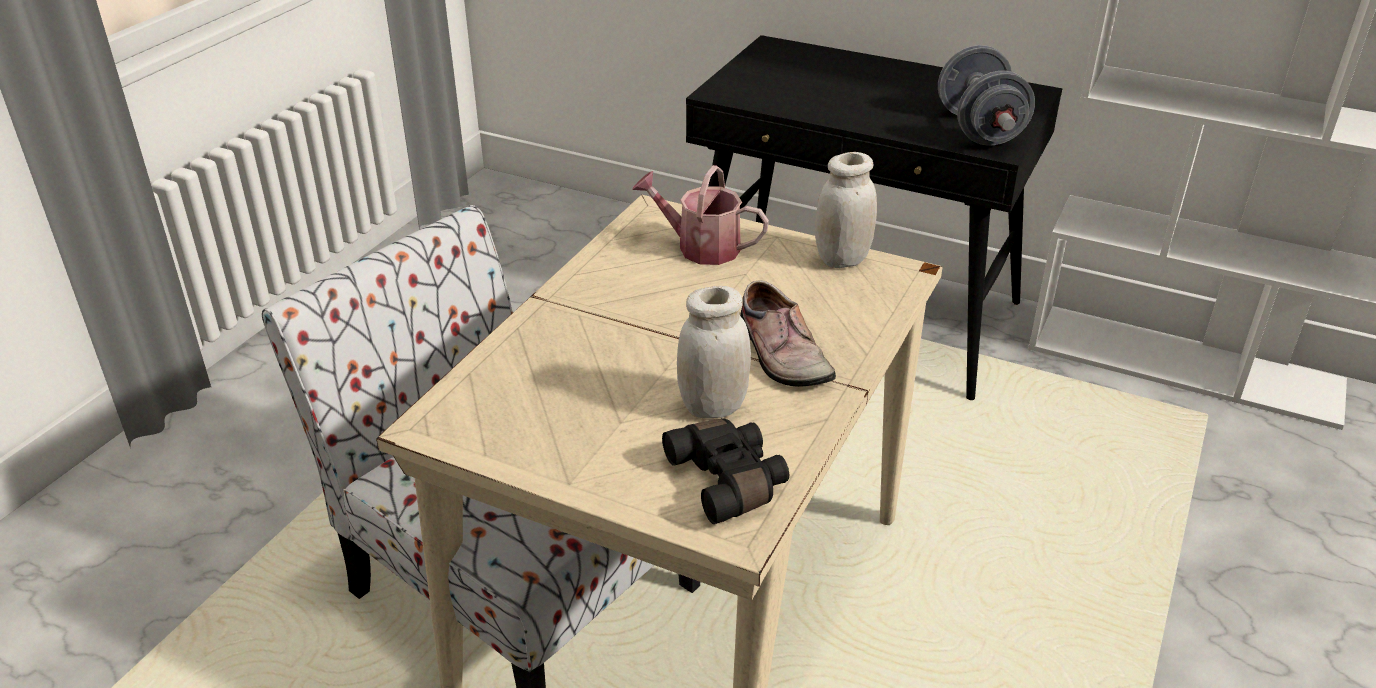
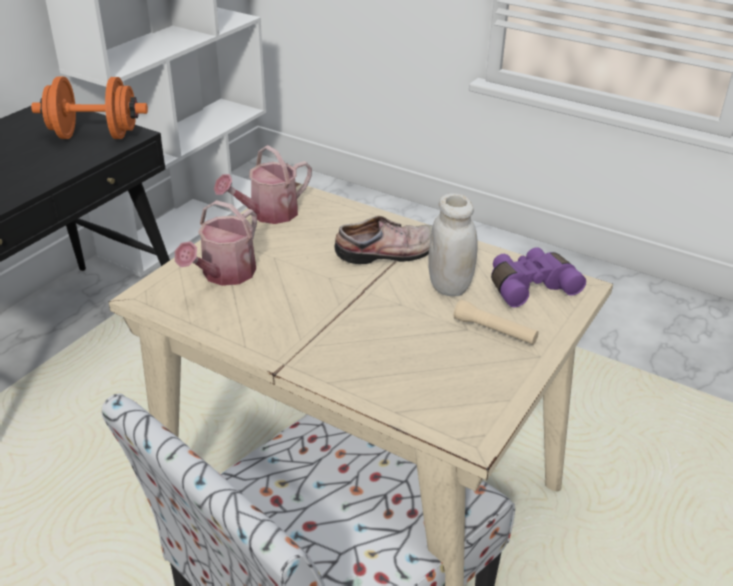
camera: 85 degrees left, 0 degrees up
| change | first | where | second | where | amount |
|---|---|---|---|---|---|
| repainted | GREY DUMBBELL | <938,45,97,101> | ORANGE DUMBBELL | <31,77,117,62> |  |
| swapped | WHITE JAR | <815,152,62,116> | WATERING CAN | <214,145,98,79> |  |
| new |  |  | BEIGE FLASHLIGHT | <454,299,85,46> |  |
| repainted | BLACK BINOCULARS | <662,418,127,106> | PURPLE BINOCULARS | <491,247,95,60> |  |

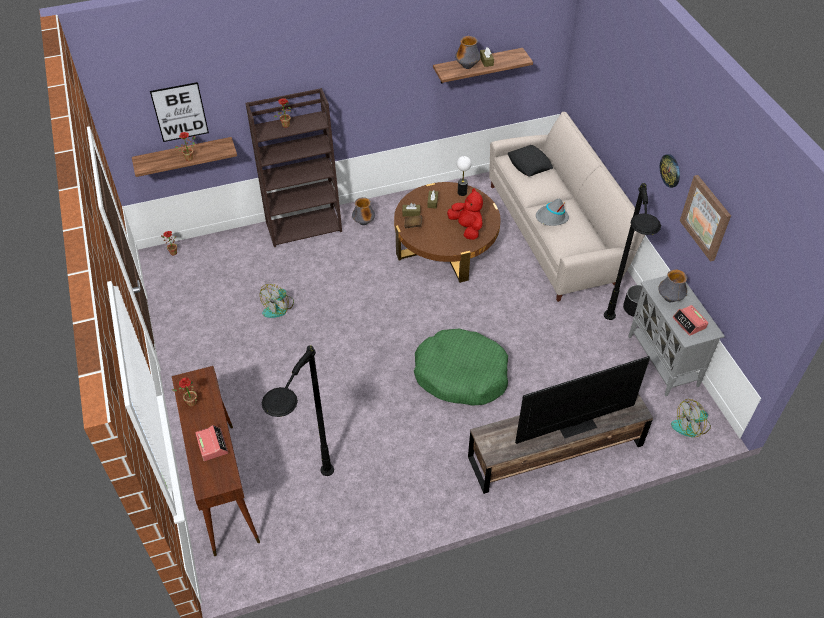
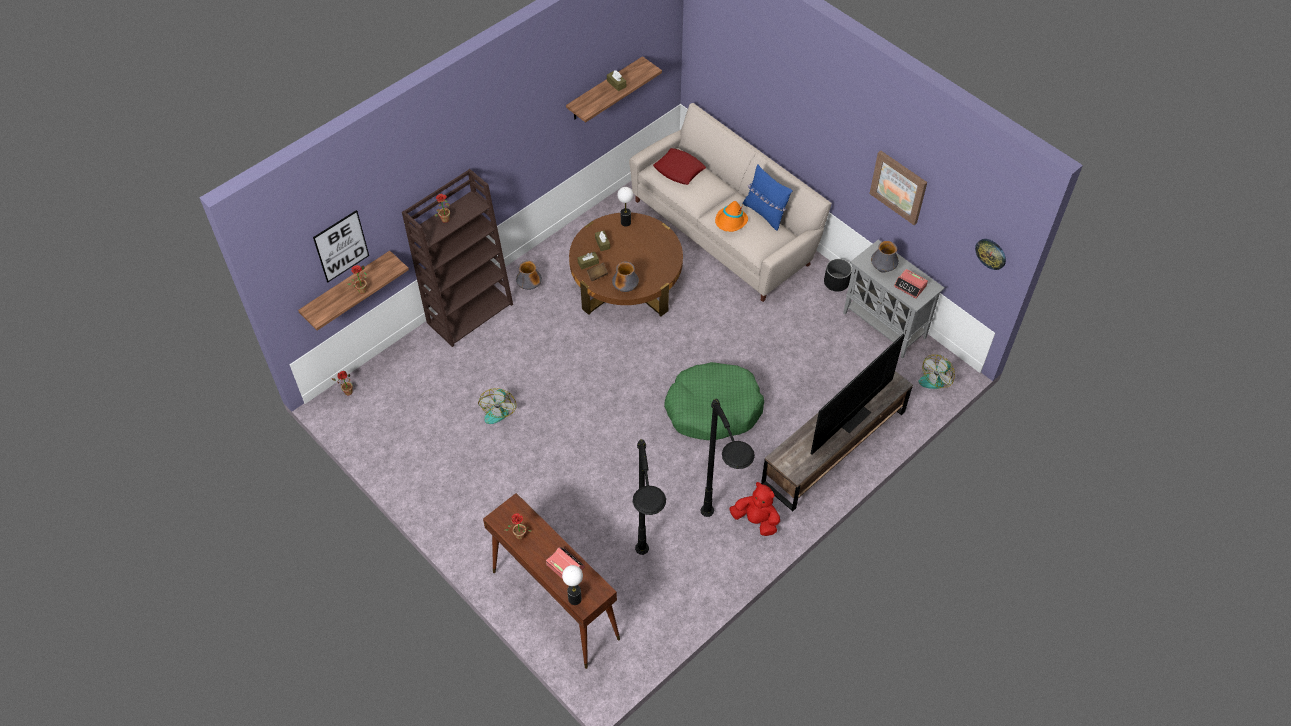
camera: 25 degrees left, 5 degrees up
| change | first | where | second | where | amount |
|---|---|---|---|---|---|
| new |  |  | TABLE LAMP | <562,565,21,40> |  |
| shifted | VASE | <455,36,26,33> |  | <612,262,27,30> |  |
| repainted | BLACK PILLOW | <508,145,45,31> | RED PILLOW | <653,148,53,37> |  |
| shifted | BLACK FLOOR LAMP | <604,183,57,137> |  | <701,399,54,118> |  |
| repainted | GREY HAT | <536,199,33,27> | ORANGE HAT | <715,201,33,31> |  |
| shifted | RED PLUSH TOY | <447,188,36,52> |  | <729,482,51,54> |  |
| new |  |  | BLUE PILLOW | <742,164,51,67> |  |
| shifted | WALL CLOCK | <660,154,20,34> |  | <975,239,31,31> |  |

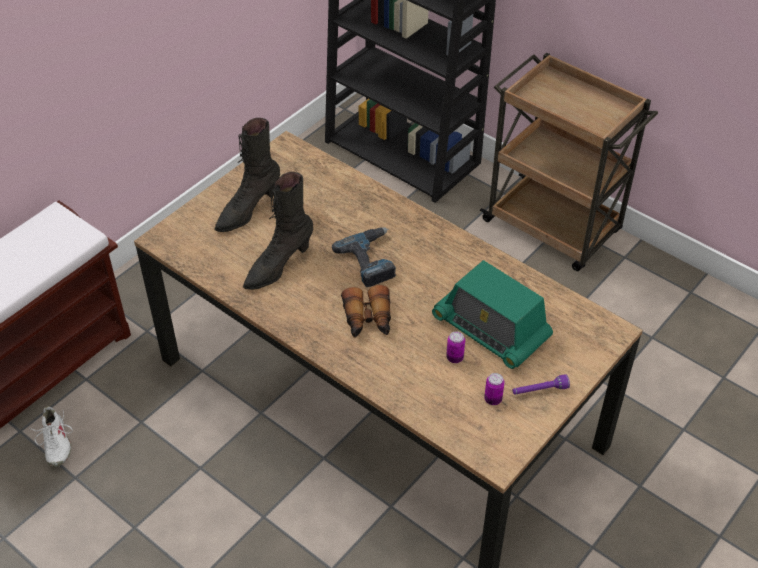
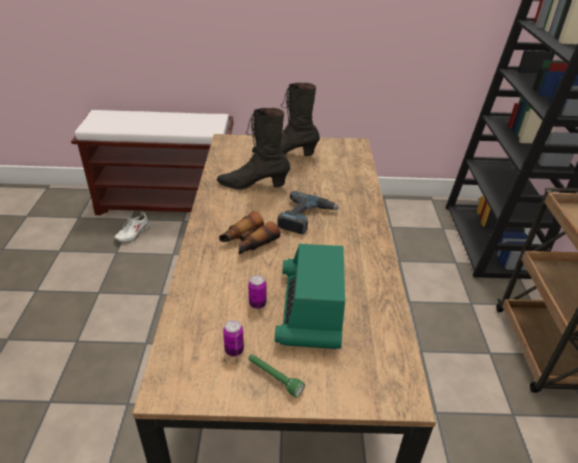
camera: 50 degrees right, 10 degrees down
| change | first | where | second | where | amount |
|---|---|---|---|---|---|
| repainted | PURPLE FLASHLIGHT | <513,374,57,20> | GREEN FLASHLIGHT | <248,354,57,44> |  |

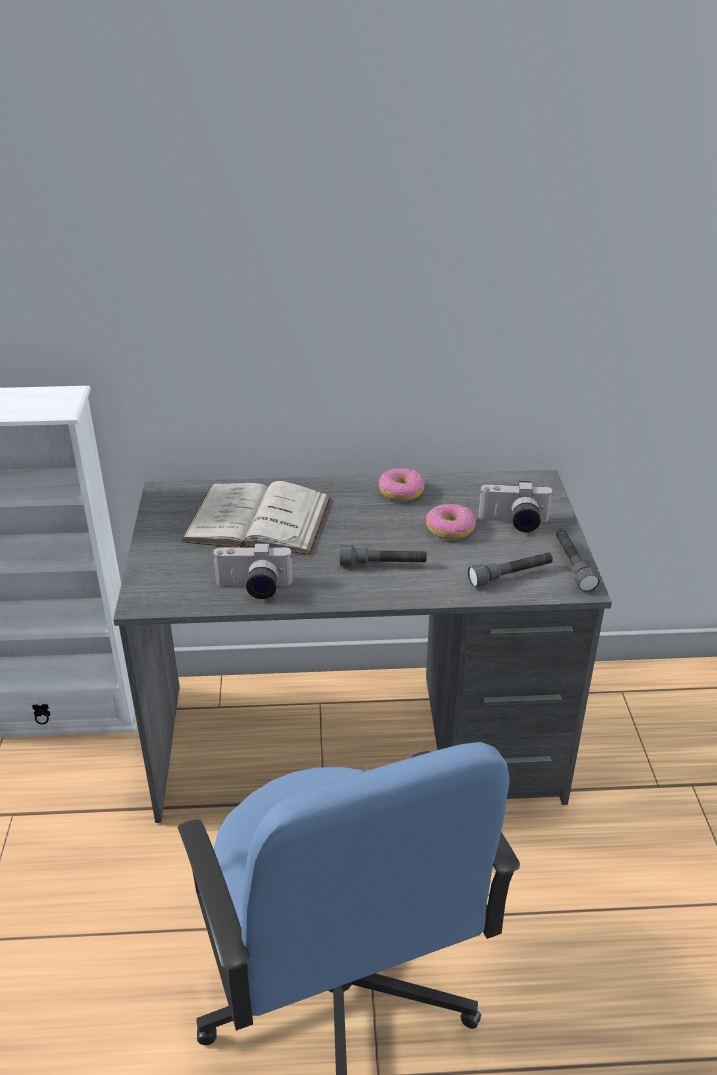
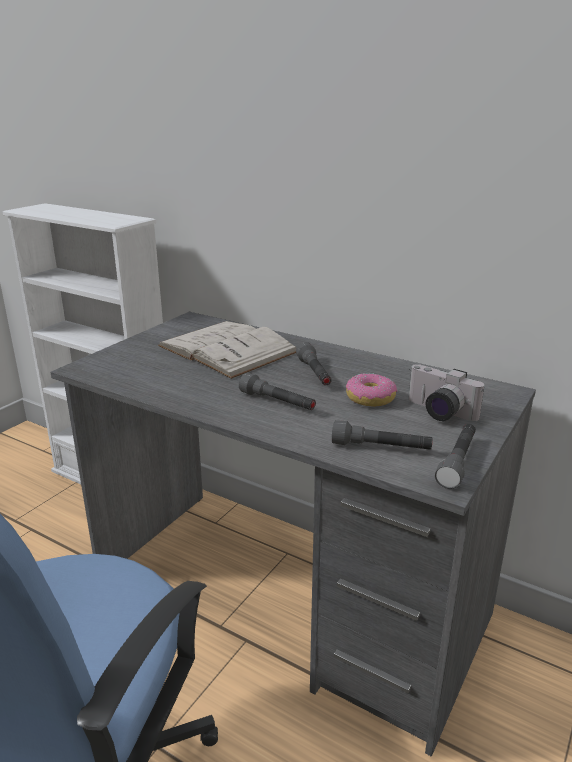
camera: 35 degrees right, 10 degrees down
| change | first | where | second | where | amount |
|---|---|---|---|---|---|
| new |  |  | GREY FLASHLIGHT | <296,342,36,43> |  |
| gone | PHOTO CAMERA | <212,542,81,57> |  |  |  |
| gone | DONUT | <379,468,46,33> |  |  |  |

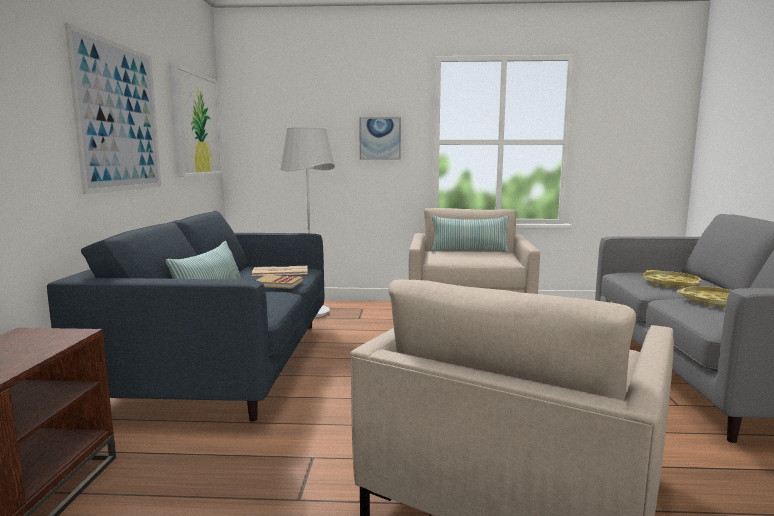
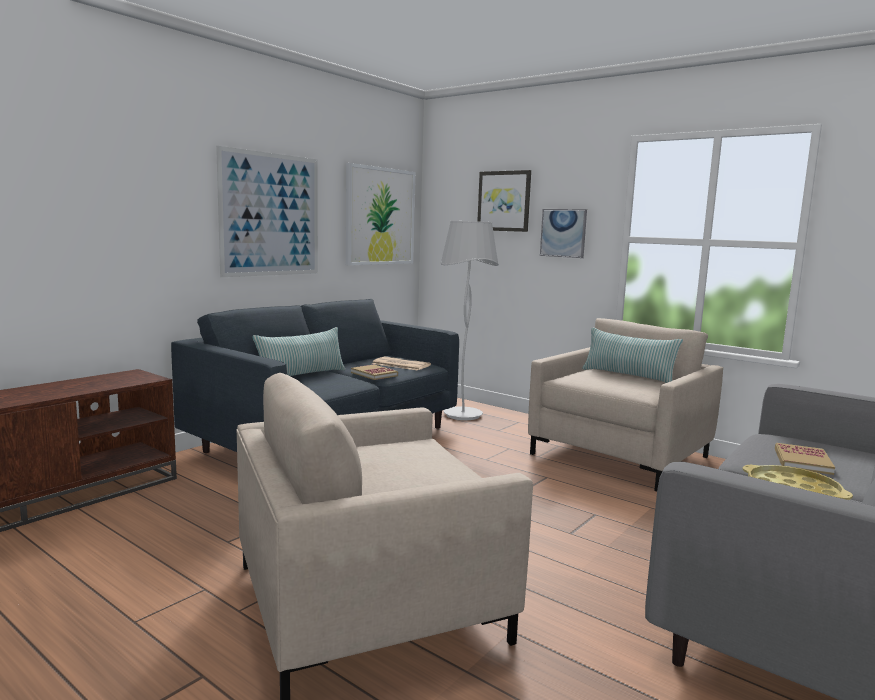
camera: 35 degrees right, 0 degrees up
| change | first | where | second | where | amount |
|---|---|---|---|---|---|
| new |  |  | PICTURE | <477,170,54,62> |  |
| swapped | YELLOW TRAY | <643,270,58,18> | BOOK | <775,443,60,32> |  |

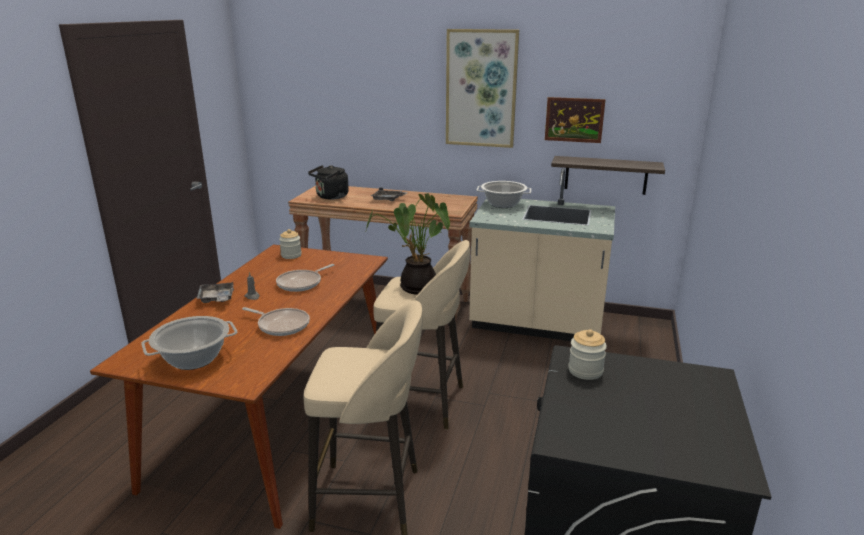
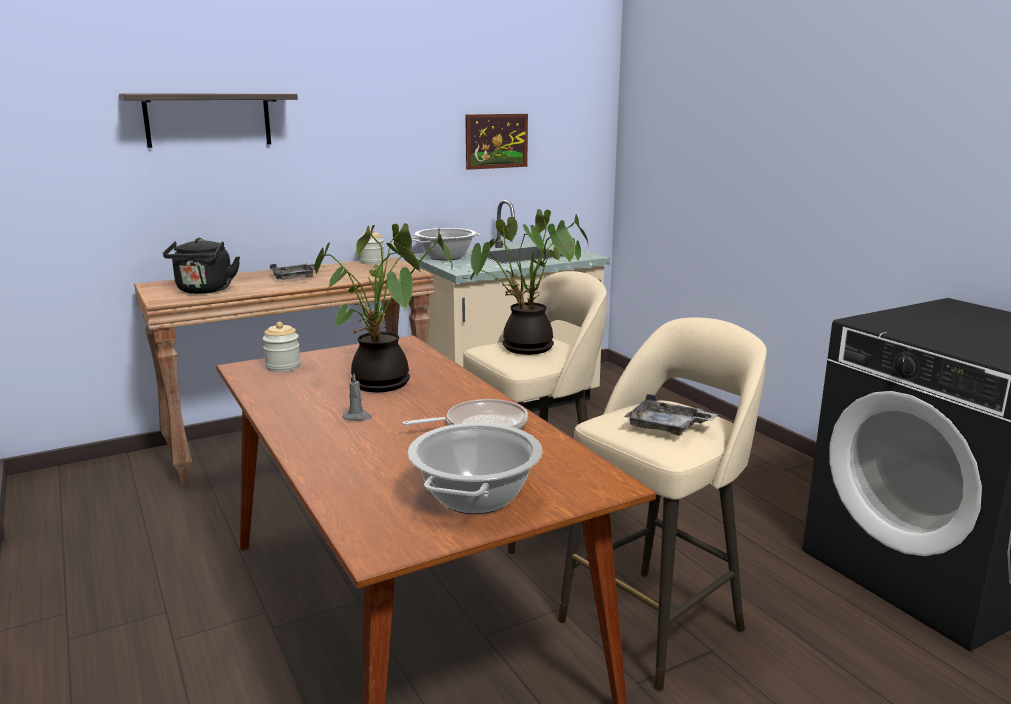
camera: 45 degrees left, 5 degrees down
| change | first | where | second | where | amount |
|---|---|---|---|---|---|
| shifted | SHELF | <551,156,114,39> |  | <119,94,179,54> |  |
| swapped | FRYING PAN | <276,264,59,28> | POTTED PLANT | <314,223,139,169> |  |
| shifted | JAR | <568,329,39,51> |  | <360,229,25,35> |  |
| shifted | GREY TRAY | <196,282,38,21> |  | <624,394,94,42> |  |
| gone | PICTURE | <446,29,73,119> |  |  |  |

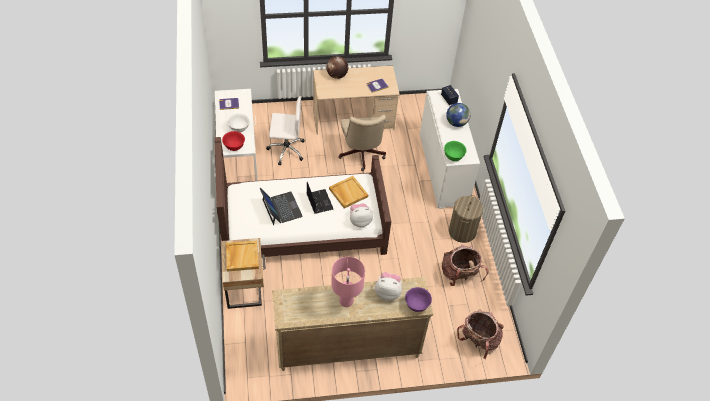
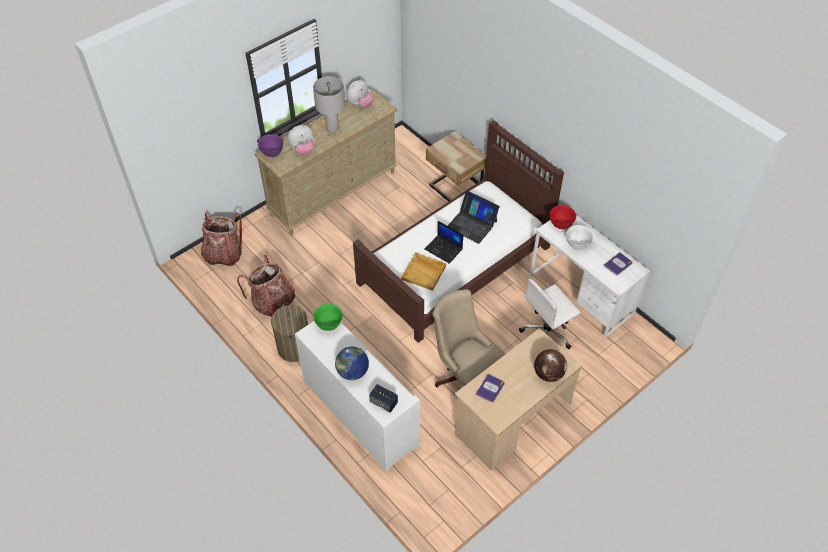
camera: 150 degrees right, 0 degrees up
| change | first | where | second | where | amount |
|---|---|---|---|---|---|
| repainted | PINK TABLE LAMP | <331,257,34,50> | GREY TABLE LAMP | <313,76,32,57> |  |
| shifted | PLUSH TOY | <350,203,23,24> |  | <346,79,28,29> |  |
| gone | BEIGE TRAY | <226,241,33,31> |  |  |  |

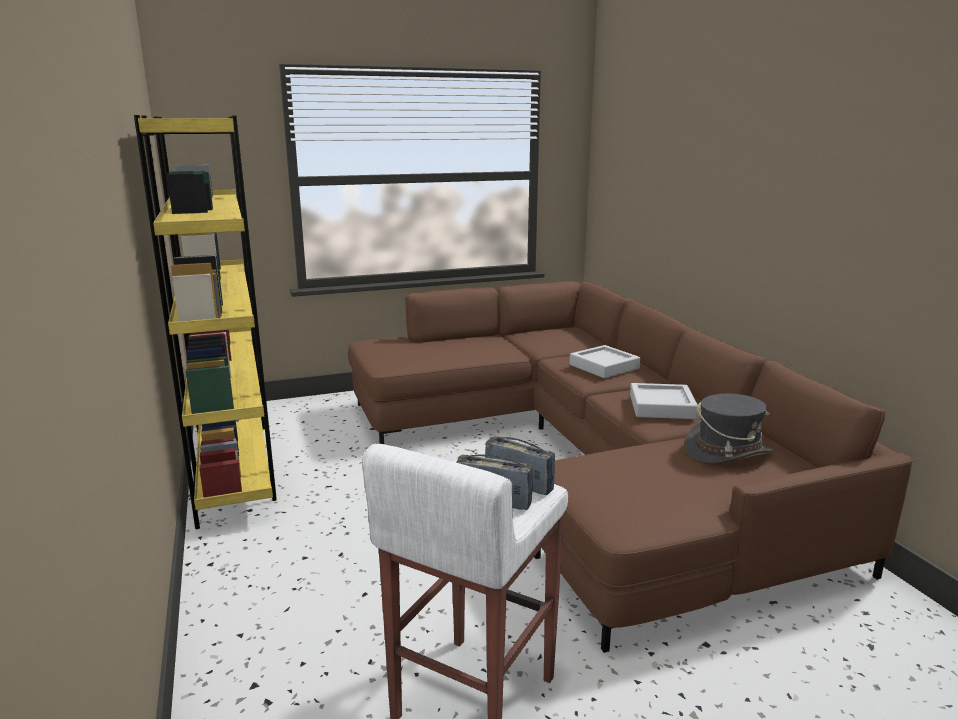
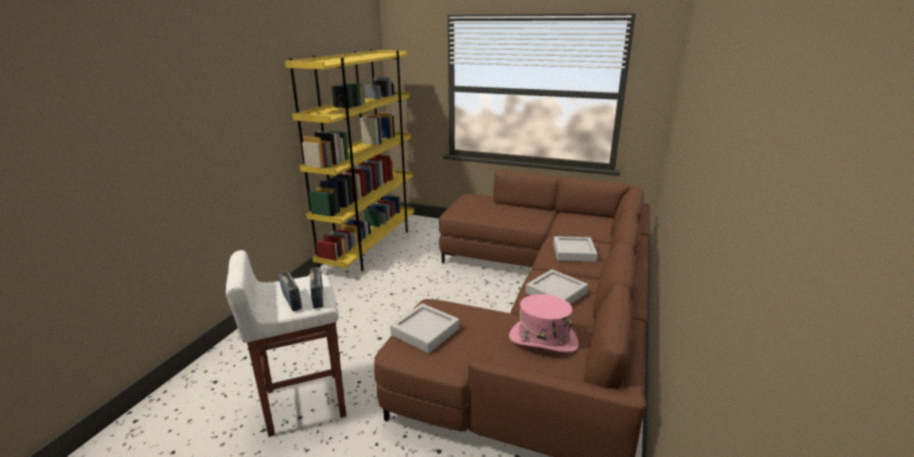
camera: 40 degrees right, 5 degrees up
| change | first | where | second | where | amount |
|---|---|---|---|---|---|
| new |  |  | GREY TRAY | <390,303,69,50> |  |
| repainted | GREY HAT | <684,394,89,70> | PINK HAT | <509,294,70,59> |  |

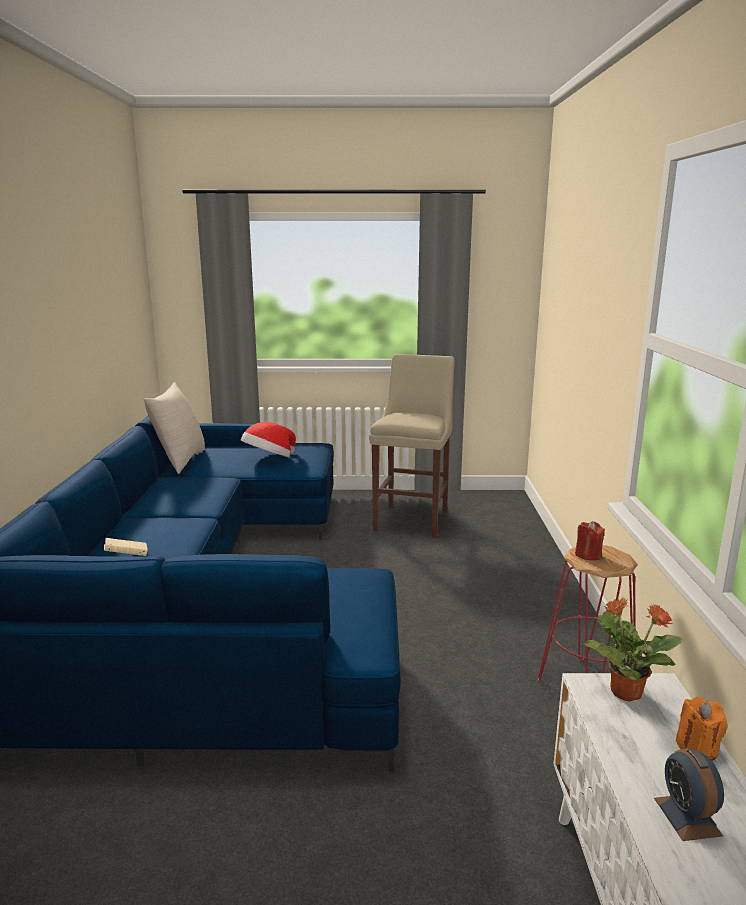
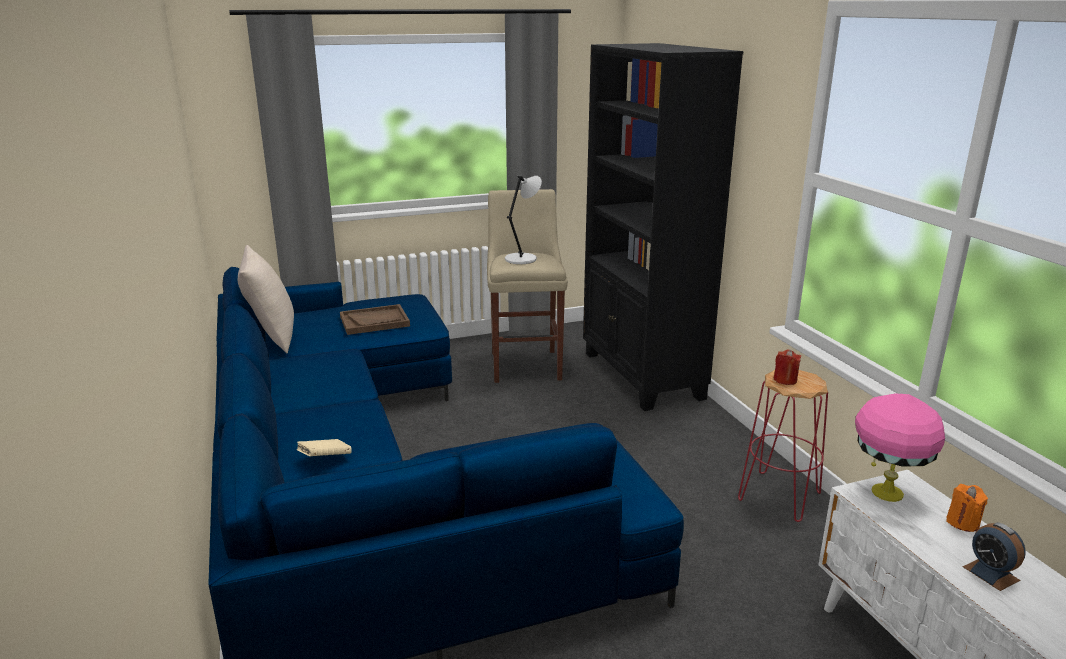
camera: 20 degrees left, 5 degrees up
| change | first | where | second | where | amount |
|---|---|---|---|---|---|
| swapped | HAT | <241,422,55,35> | BROWN TRAY | <340,304,70,31> |  |
| new |  |  | GREY TABLE LAMP | <505,175,37,89> |  |
| new |  |  | BLACK BOOKCASE | <583,43,160,368> |  |
| swapped | POTTED PLANT | <584,597,98,105> | PINK TABLE LAMP | <855,394,90,108> |  |

